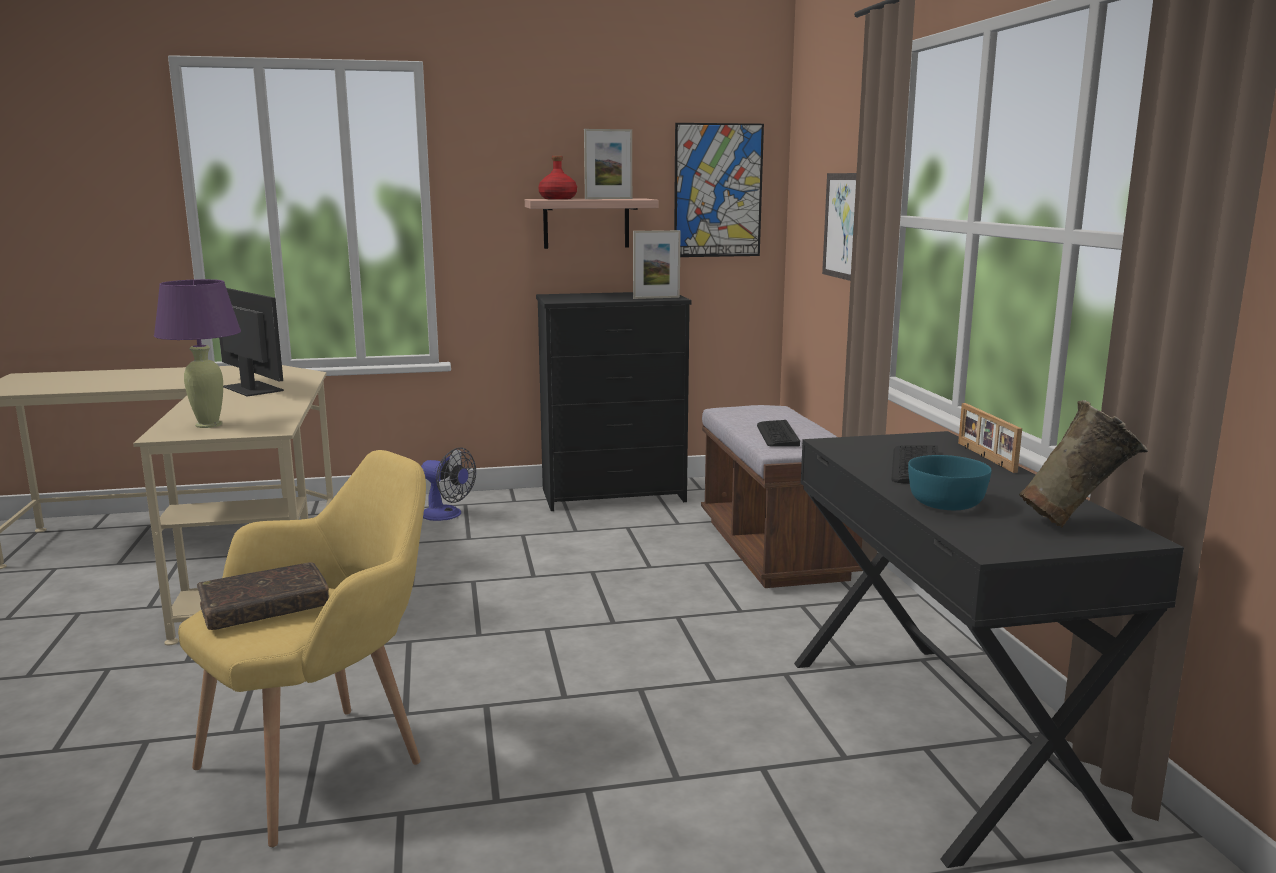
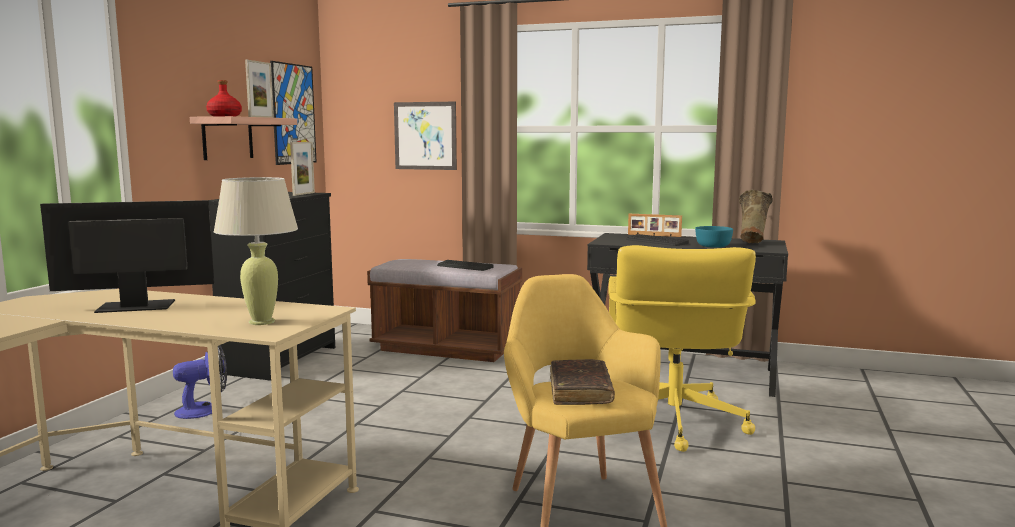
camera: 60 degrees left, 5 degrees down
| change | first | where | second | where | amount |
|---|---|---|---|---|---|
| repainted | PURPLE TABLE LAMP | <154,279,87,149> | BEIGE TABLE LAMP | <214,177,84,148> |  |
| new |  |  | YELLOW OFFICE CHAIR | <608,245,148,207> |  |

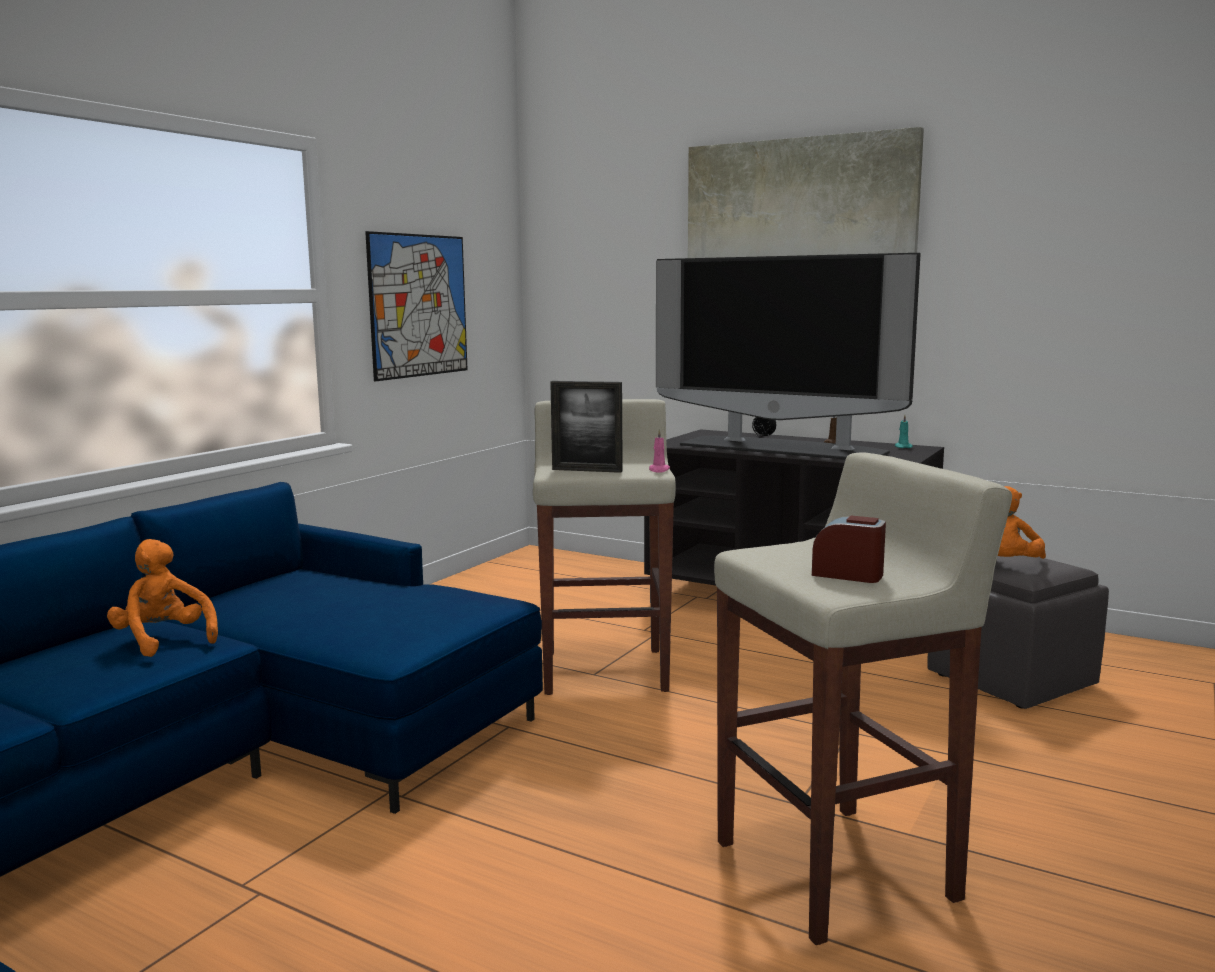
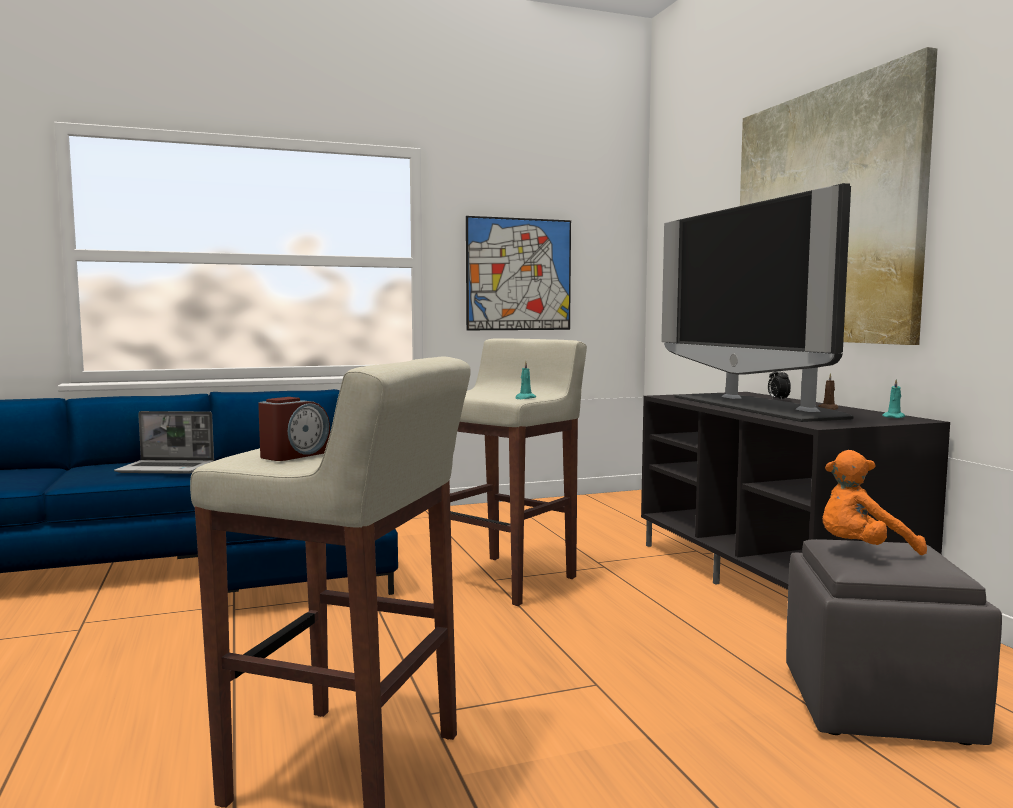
camera: 40 degrees right, 5 degrees down
| change | first | where | second | where | amount |
|---|---|---|---|---|---|
| swapped | ORANGE PLUSH TOY | <107,539,111,118> | LAPTOP | <114,411,100,63> |  |
| rotated | ALARM CLOCK | <812,516,74,67> |  | <258,397,72,64> | 60 degrees clockwise |
| repainted | PINK CANDLE | <649,429,21,44> | TURQUOISE CANDLE | <515,361,21,38> |  |
| gone | PICTURE FRAME | <550,381,73,92> |  |  |  |

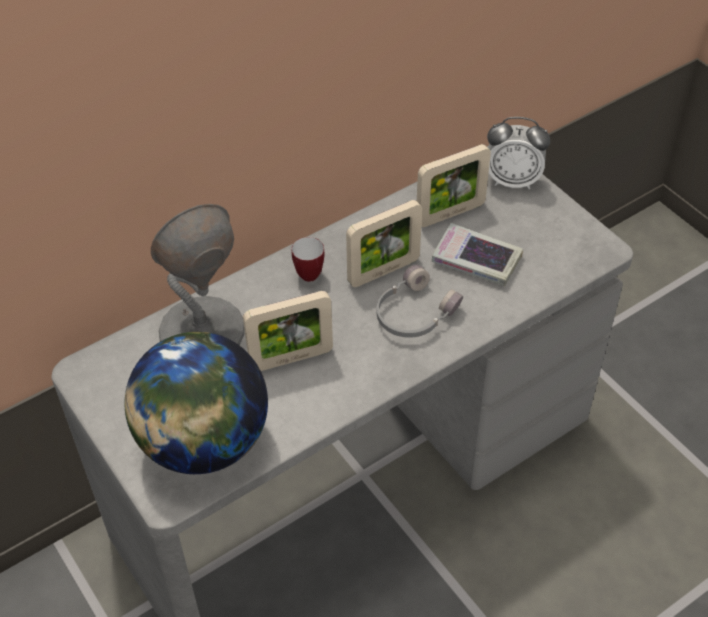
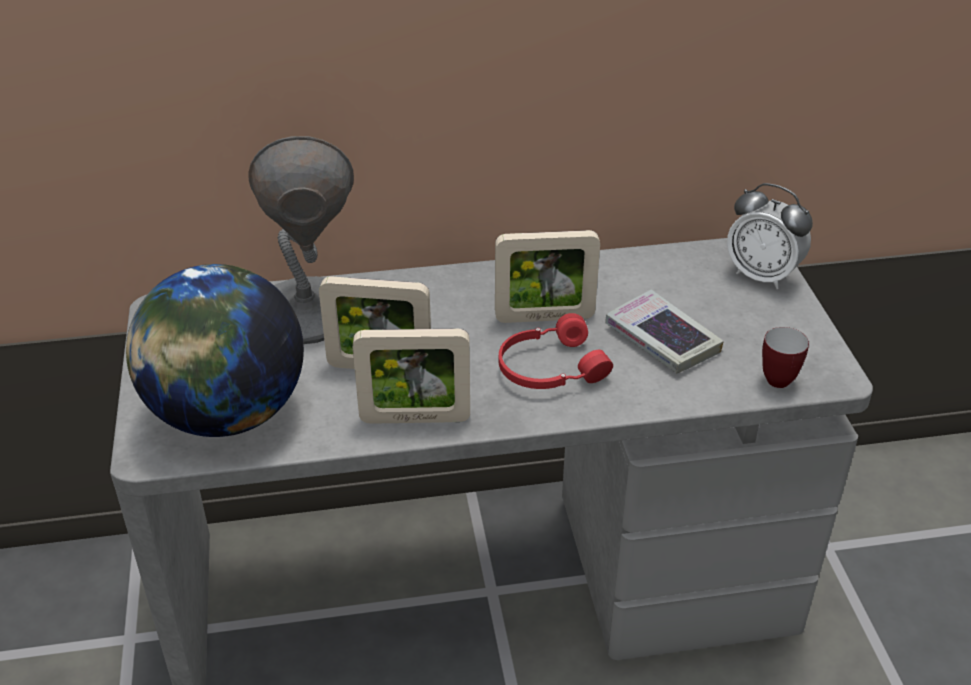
camera: 25 degrees right, 10 degrees down
| change | first | where | second | where | amount |
|---|---|---|---|---|---|
| shifted | PICTURE FRAME | <417,144,74,83> |  | <353,329,117,95> |  |
| repainted | GREY HEADPHONES | <377,265,86,73> | RED HEADPHONES | <499,313,114,76> |  |
| shifted | MUG | <291,237,34,45> |  | <762,327,47,61> |  |

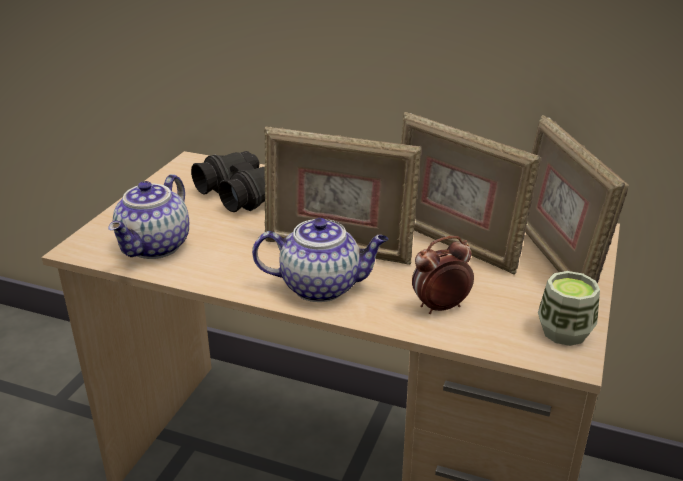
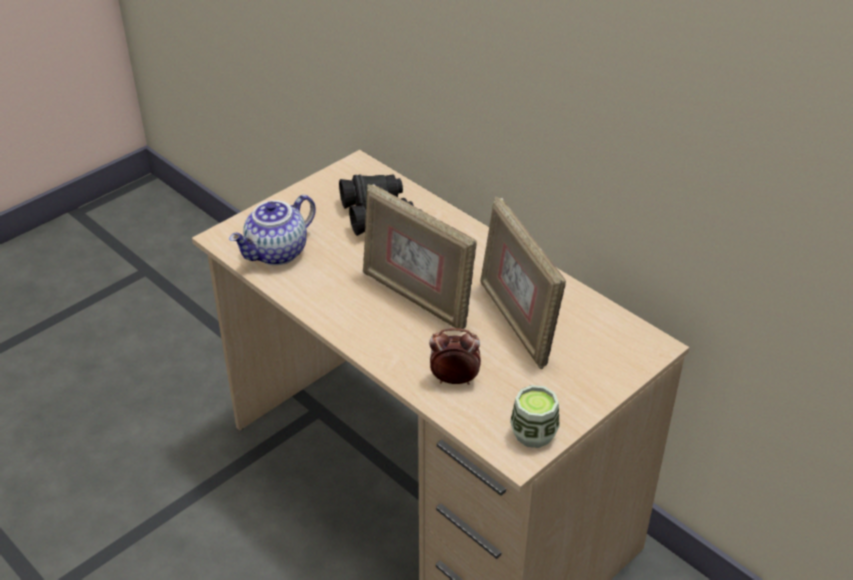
camera: 25 degrees right, 10 degrees up
| change | first | where | second | where | amount |
|---|---|---|---|---|---|
| gone | TEAPOT | <252,218,136,84> |  |  |  |
| gone | PICTURE FRAME | <525,115,104,169> |  |  |  |

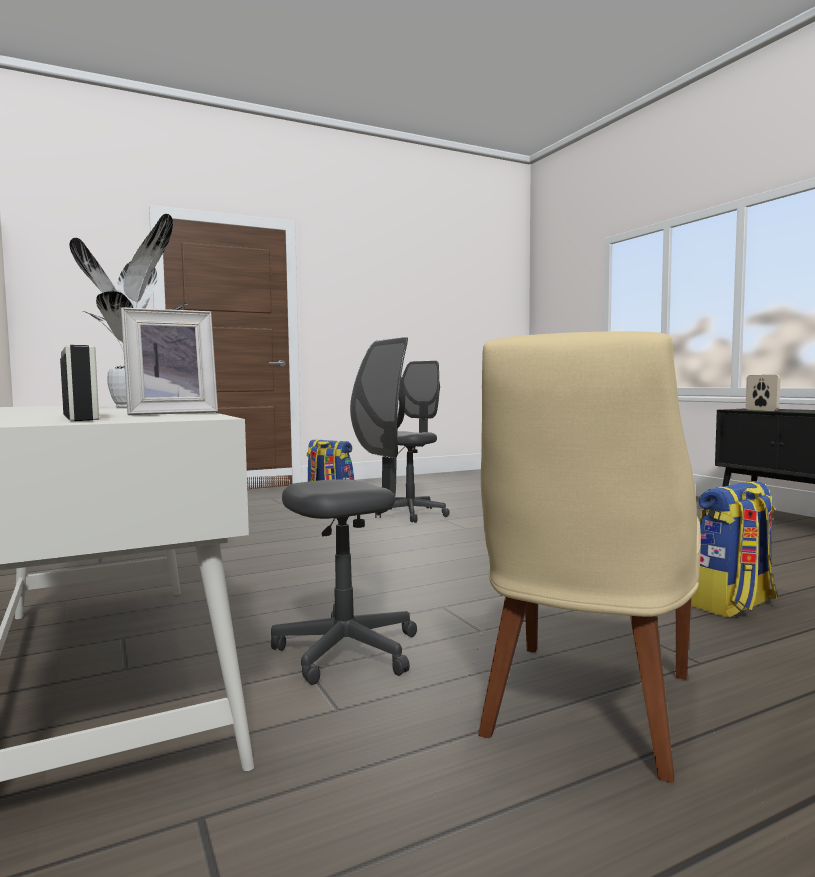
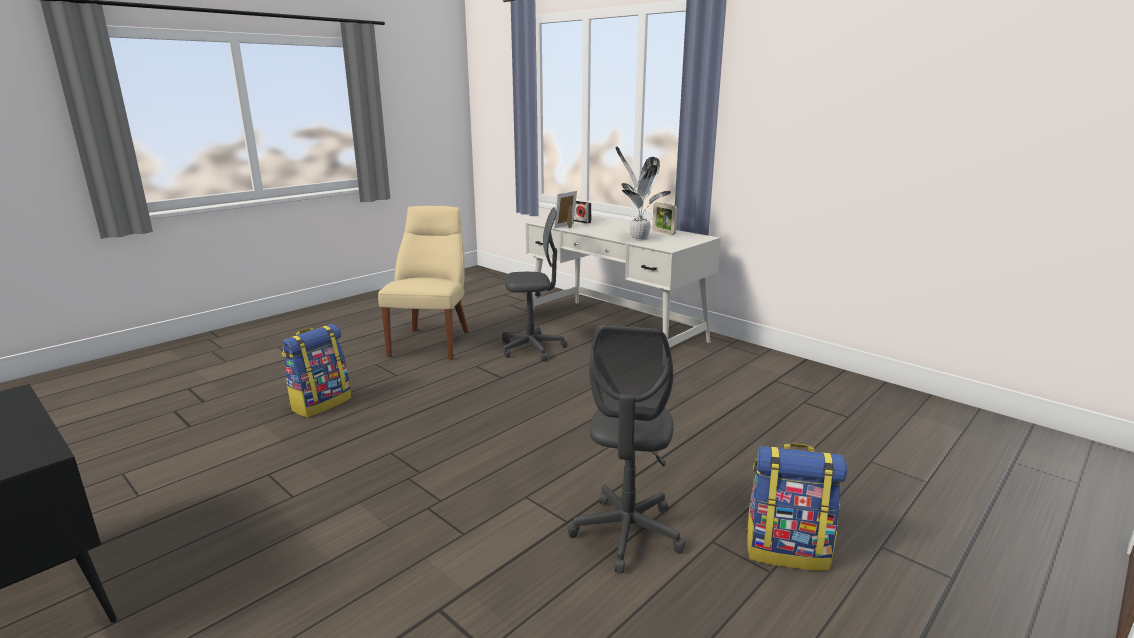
camera: 160 degrees right, 15 degrees up
| change | first | where | second | where | amount |
|---|---|---|---|---|---|
| rotated | GREY OFFICE CHAIR | <271,337,146,348> |  | <502,207,66,154> | 135 degrees counterclockwise |
| shifted | PICTURE FRAME | <746,375,35,36> |  | <652,202,25,33> |  |

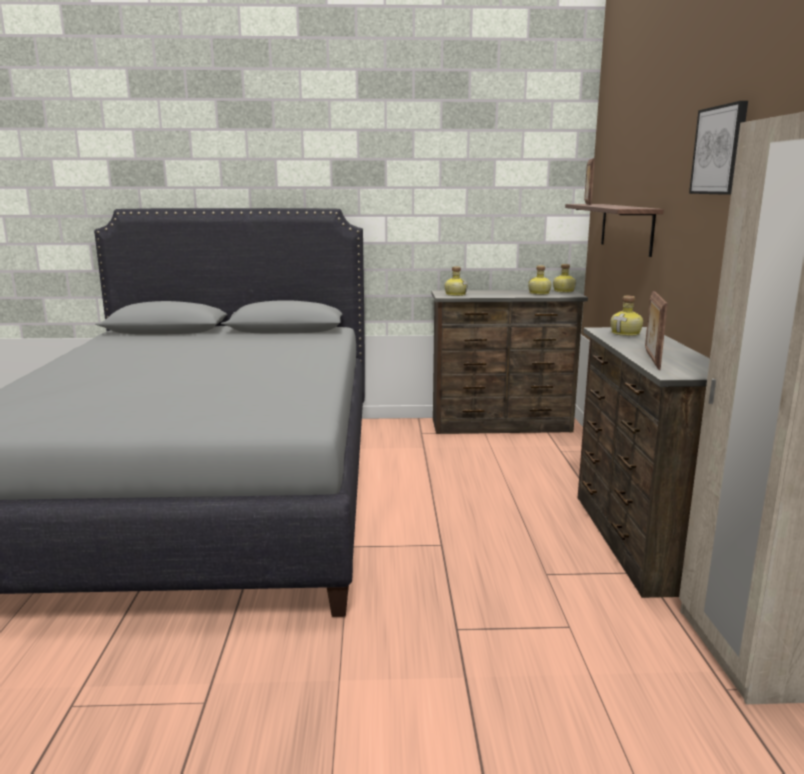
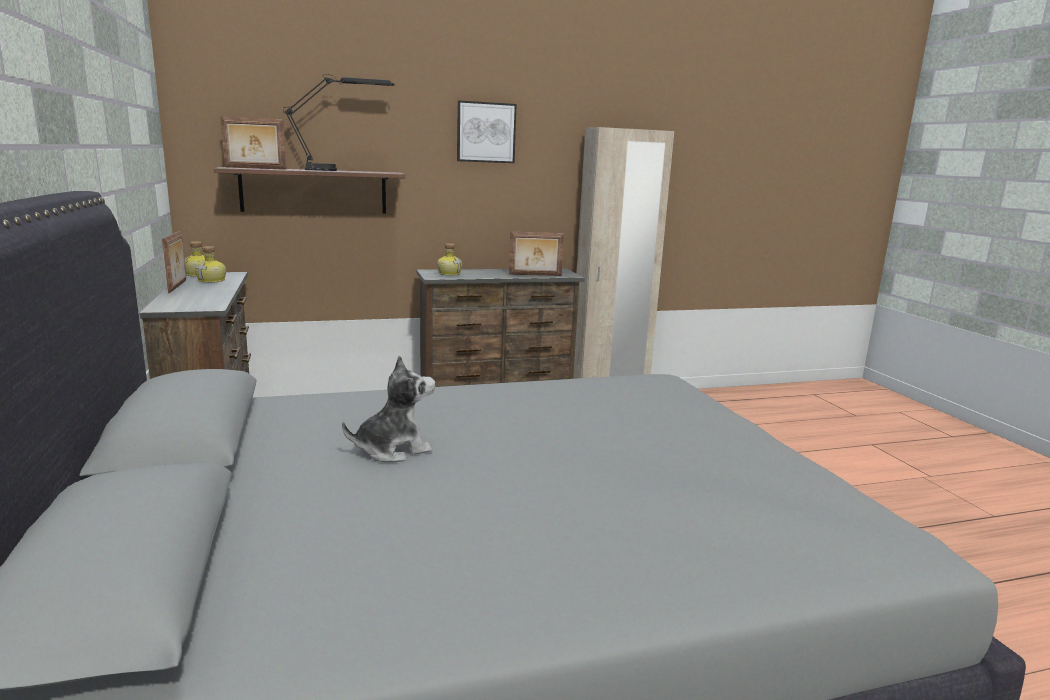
camera: 105 degrees left, 0 degrees up
| change | first | where | second | where | amount |
|---|---|---|---|---|---|
| new |  |  | PICTURE FRAME | <162,231,24,62> |  |
| new |  |  | BLACK TABLE LAMP | <283,74,111,97> |  |
| new |  |  | PLUSH TOY | <342,355,93,107> |  |
| gone | BOTTLE | <444,266,24,30> |  |  |  |

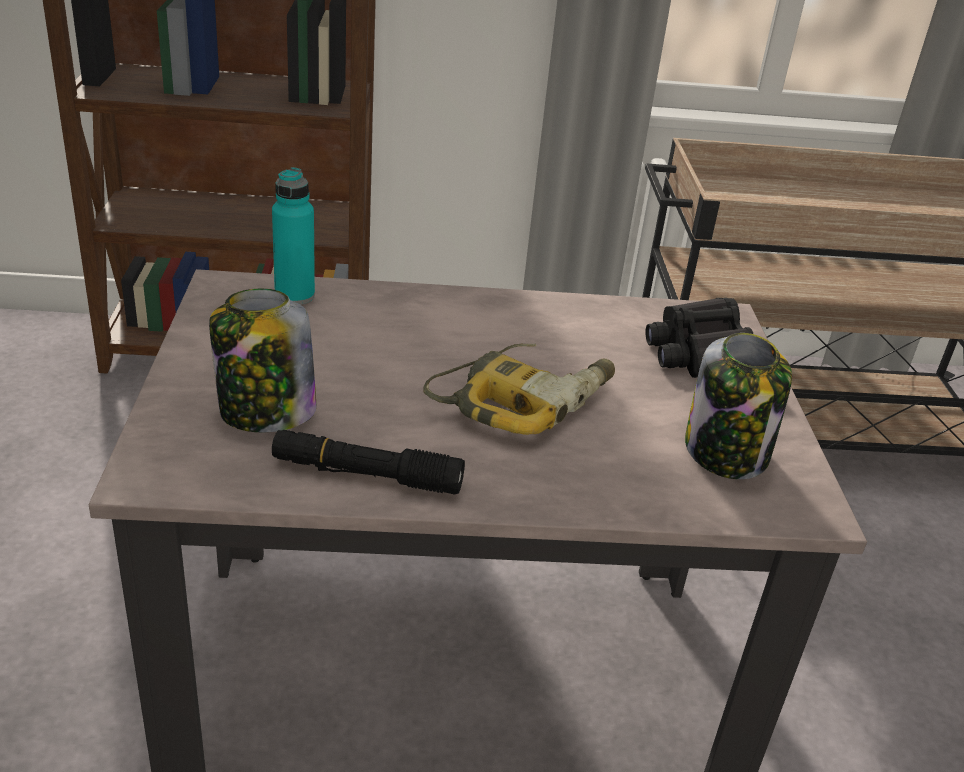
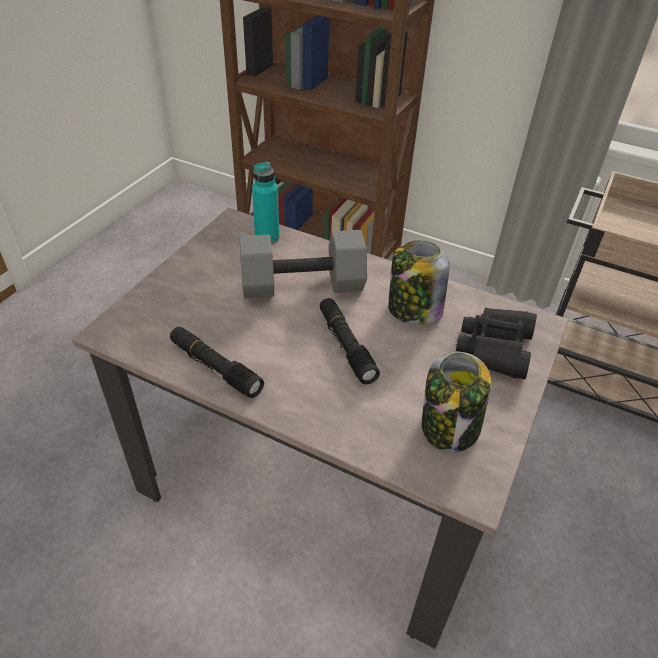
camera: 30 degrees right, 10 degrees up
| change | first | where | second | where | amount |
|---|---|---|---|---|---|
| new |  |  | GREY DUMBBELL | <239,230,128,69> |  |
| swapped | POWER DRILL | <423,344,192,91> | BLACK FLASHLIGHT | <320,298,60,87> |  |
| shifted | JAR | <209,289,107,143> |  | <388,240,62,85> |  |

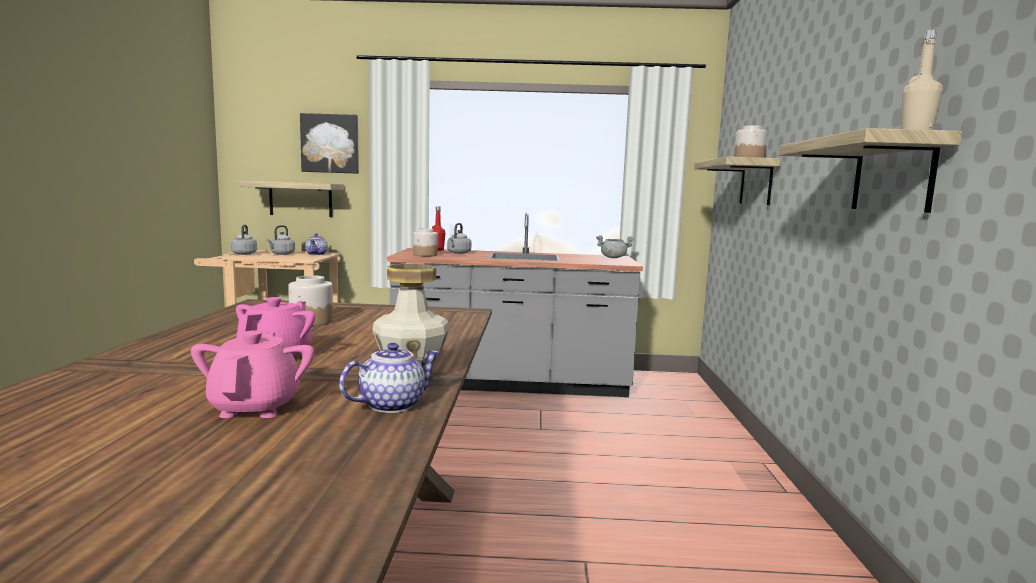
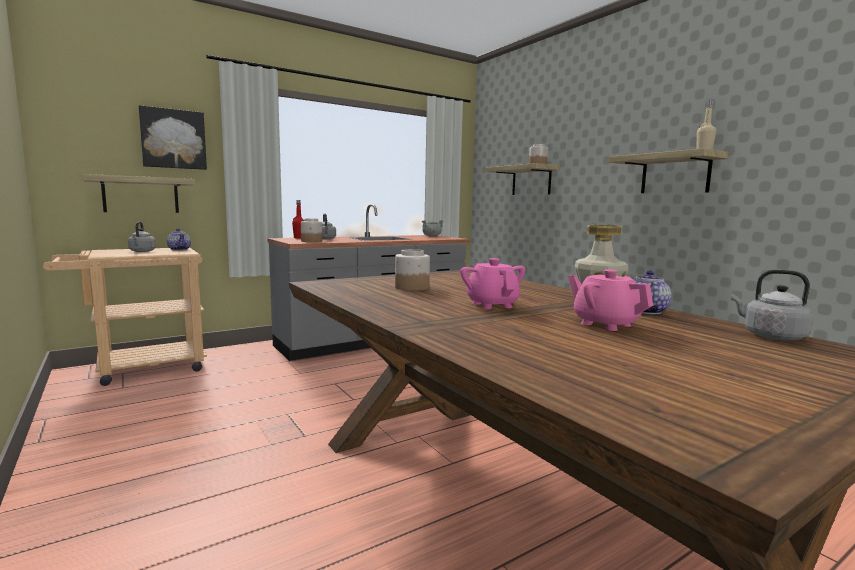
camera: 35 degrees left, 0 degrees up
| change | first | where | second | where | amount |
|---|---|---|---|---|---|
| shifted | GREY KETTLE | <231,224,26,31> |  | <731,270,82,70> |  |

